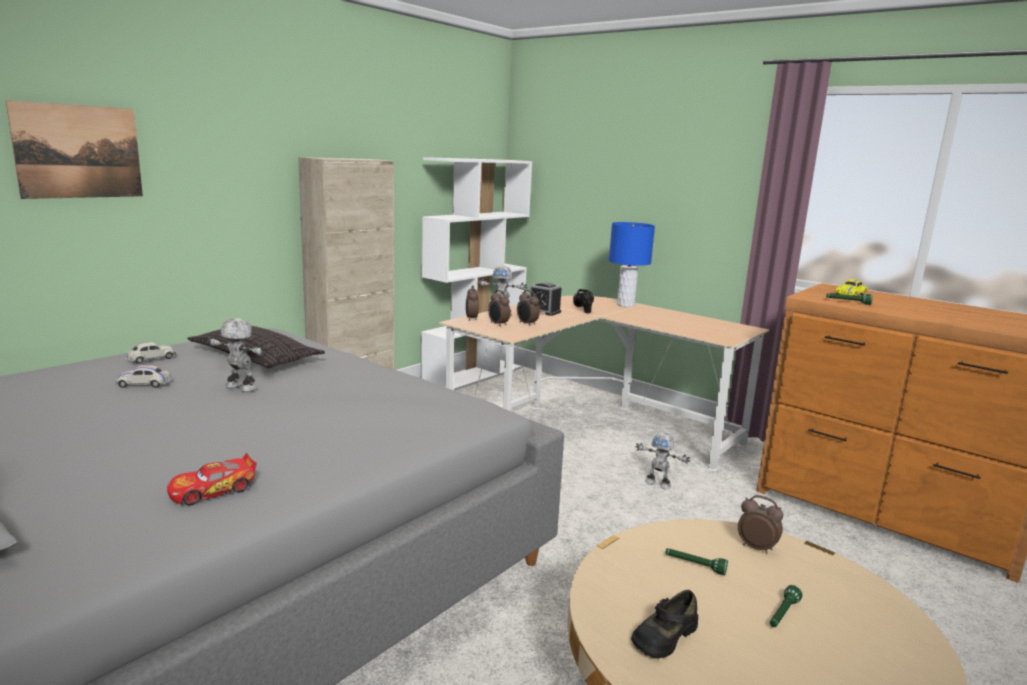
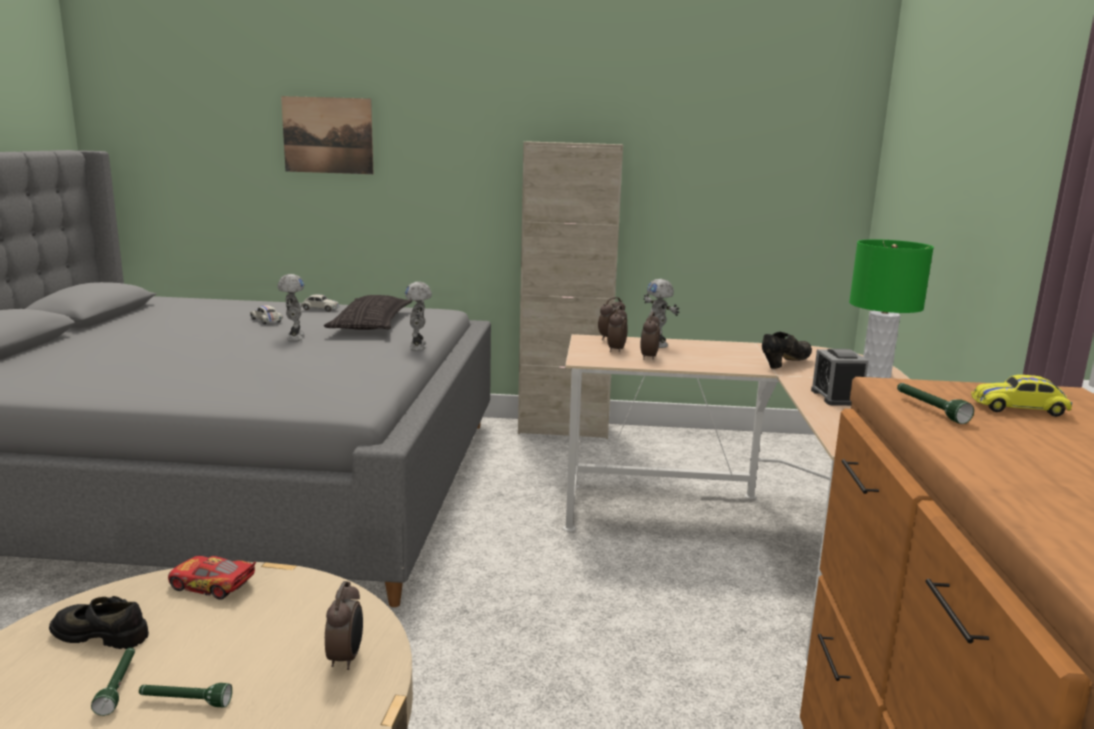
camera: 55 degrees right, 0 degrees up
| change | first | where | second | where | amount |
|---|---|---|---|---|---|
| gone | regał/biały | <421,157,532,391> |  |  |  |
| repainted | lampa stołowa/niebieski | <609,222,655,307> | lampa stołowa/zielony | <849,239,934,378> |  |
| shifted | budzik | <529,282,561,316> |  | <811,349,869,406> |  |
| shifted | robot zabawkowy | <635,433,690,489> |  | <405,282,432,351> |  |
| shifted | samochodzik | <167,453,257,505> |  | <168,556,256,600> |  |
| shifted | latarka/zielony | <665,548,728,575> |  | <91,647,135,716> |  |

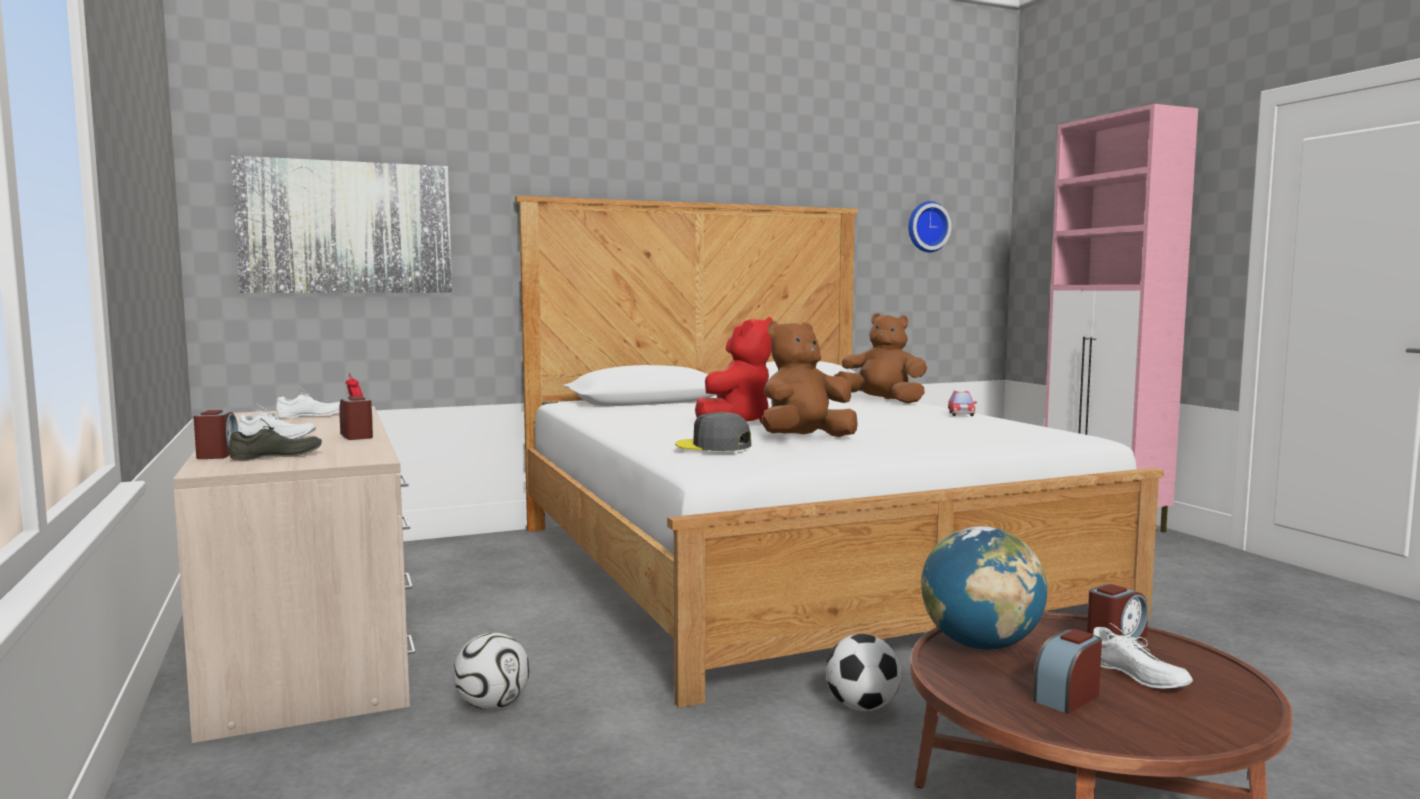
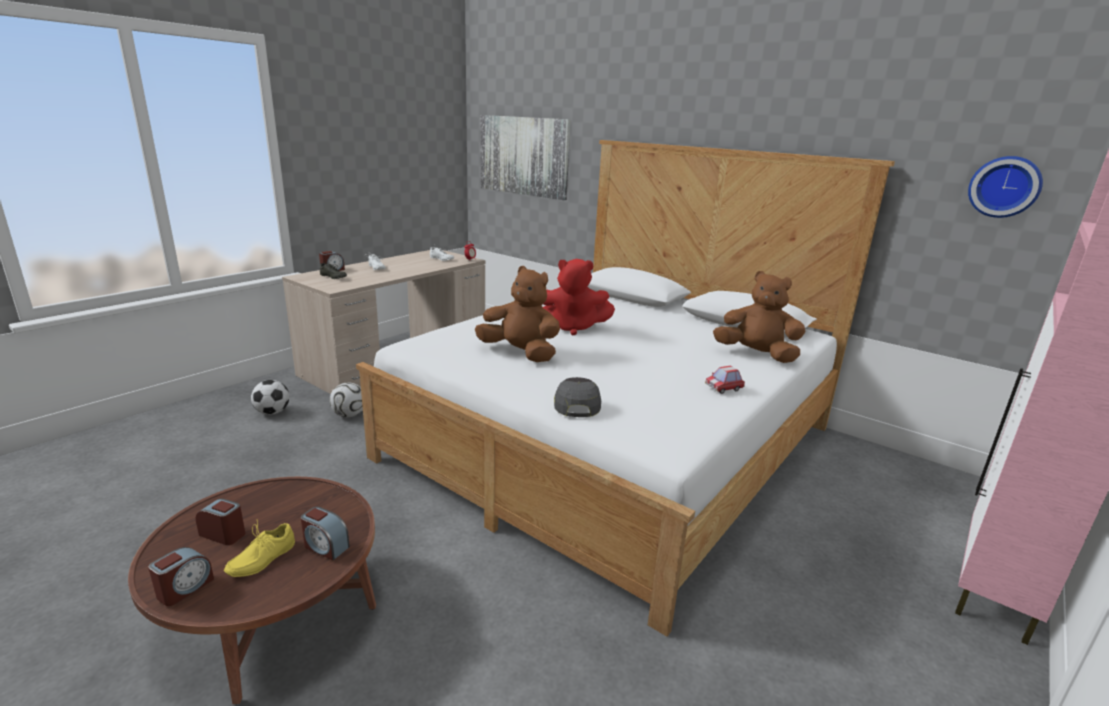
camera: 60 degrees right, 15 degrees up
| change | first | where | second | where | amount |
|---|---|---|---|---|---|
| rotated | pluszak/brązowy | <834,313,927,404> |  | <713,271,805,363> | 60 degrees counterclockwise |
| shifted | budzik | <339,396,373,440> |  | <148,547,214,606> |  |
| shifted | czapka z daszkiem/szary | <675,412,751,451> |  | <554,377,601,417> |  |
| gone | globus | <921,526,1047,650> |  |  |  |
| repainted | but/biały | <1093,623,1193,688> | but/żółty | <224,520,295,577> |  |
| shifted | piłka futbolowa | <826,634,901,711> |  | <251,380,290,415> |  |

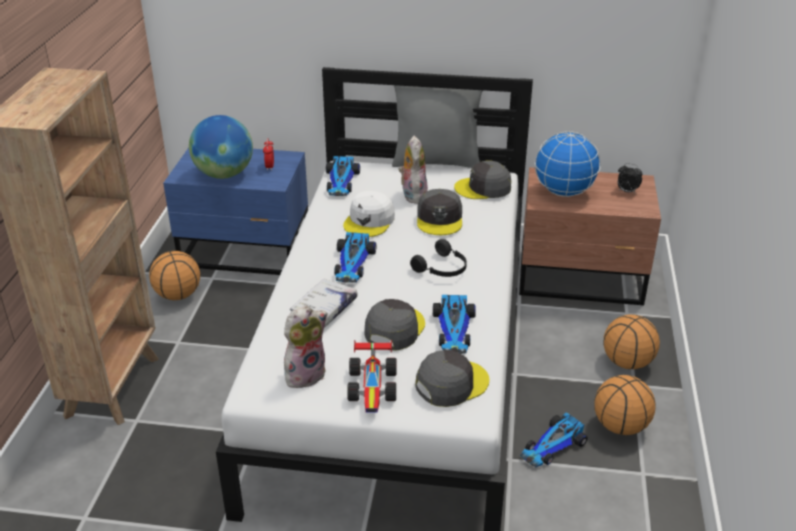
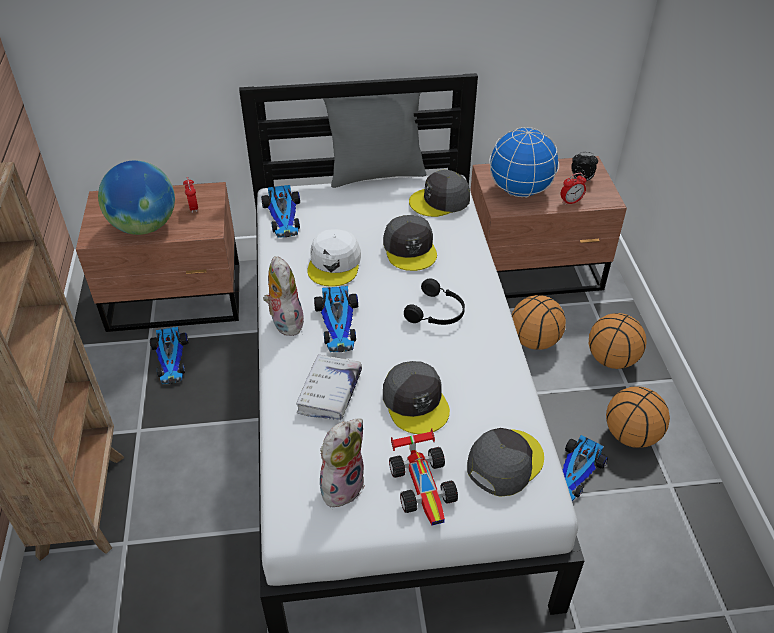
camera: 15 degrees left, 10 degrees up
| change | first | where | second | where | amount |
|---|---|---|---|---|---|
| shifted | pluszak | <398,135,428,204> |  | <263,256,304,336> |  |
| repainted | szafka nocna/niebieski | <163,148,308,275> | szafka nocna/brązowy | <76,182,239,332> |  |
| shifted | piłka do koszykówki | <149,251,200,300> |  | <512,295,566,350> |  |
| shifted | samochodzik | <433,295,476,354> |  | <150,327,189,384> |  |
| rotated | czapka z daszkiem/szary | <365,299,425,351> |  | <383,361,450,434> | 150 degrees clockwise |
| new |  |  | budzik | <561,173,587,205> |  |

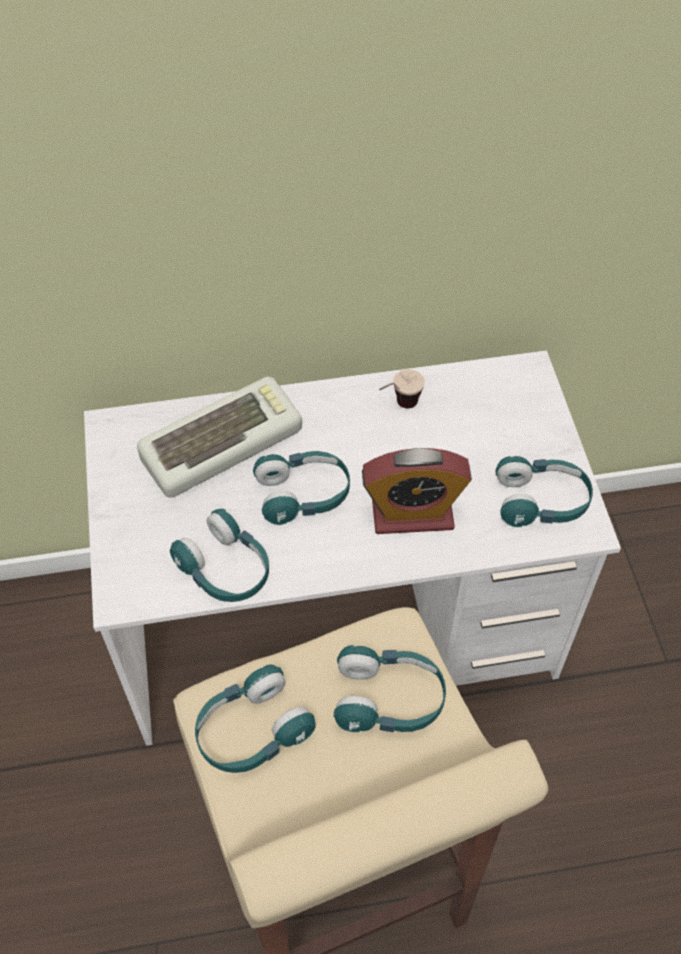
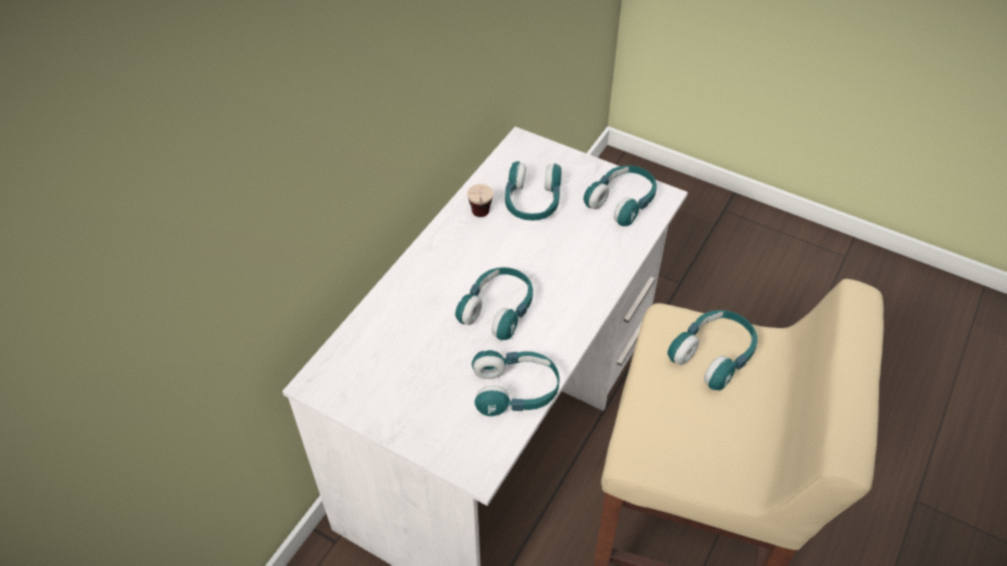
camera: 50 degrees left, 5 degrees down
| change | first | where | second | where | amount |
|---|---|---|---|---|---|
| gone | klawiatura | <137,376,302,497> |  |  |  |
| gone | budzik | <362,448,472,534> |  |  |  |
| shifted | słuchawki/turkusowy | <195,665,315,773> |  | <505,161,562,221> |  |

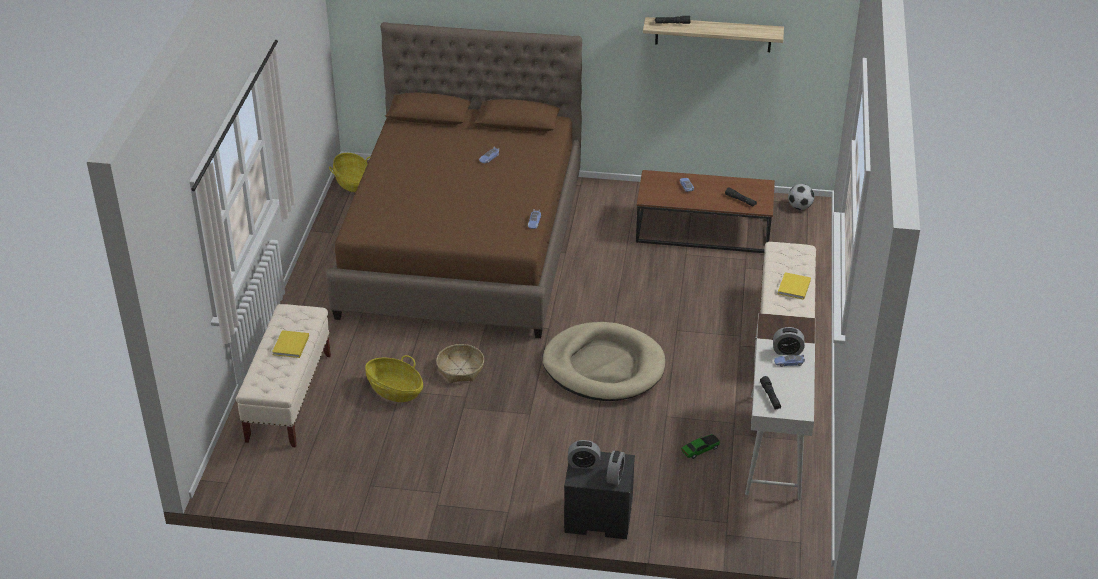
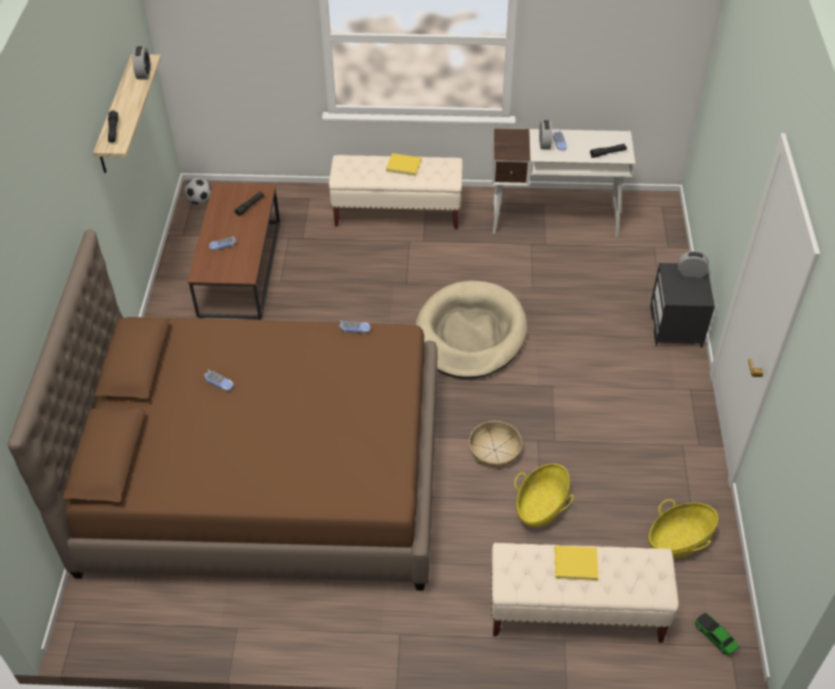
camera: 95 degrees left, 10 degrees up
| change | first | where | second | where | amount |
|---|---|---|---|---|---|
| shifted | koszyk | <329,153,370,192> |  | <648,499,718,558> |  |
| shifted | samochodzik | <681,434,720,459> |  | <695,613,740,656> |  |
| shifted | budzik | <568,440,601,469> |  | <133,46,151,79> |  |

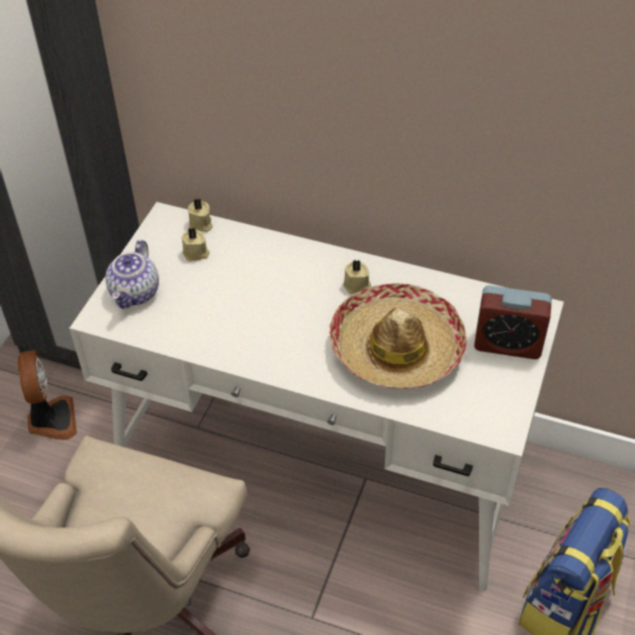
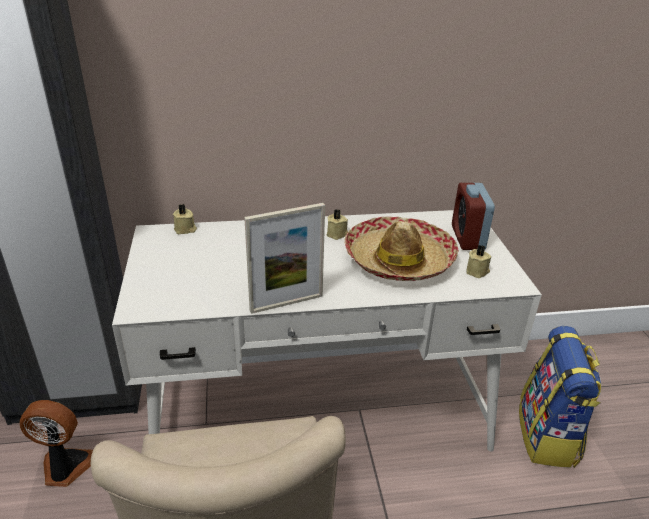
camera: 30 degrees left, 15 degrees down
| change | first | where | second | where | amount |
|---|---|---|---|---|---|
| shifted | świeca/beżowy | <181,227,209,261> |  | <466,245,491,278> |  |
| gone | imbryk | <105,240,159,309> |  |  |  |
| rotated | budzik | <474,285,552,359> |  | <452,183,495,250> | 105 degrees clockwise |
| rotated | wentylator | <18,350,77,440> |  | <20,400,93,487> | 45 degrees counterclockwise |
| new |  |  | ramka na zdjęcie | <244,203,325,314> |  |

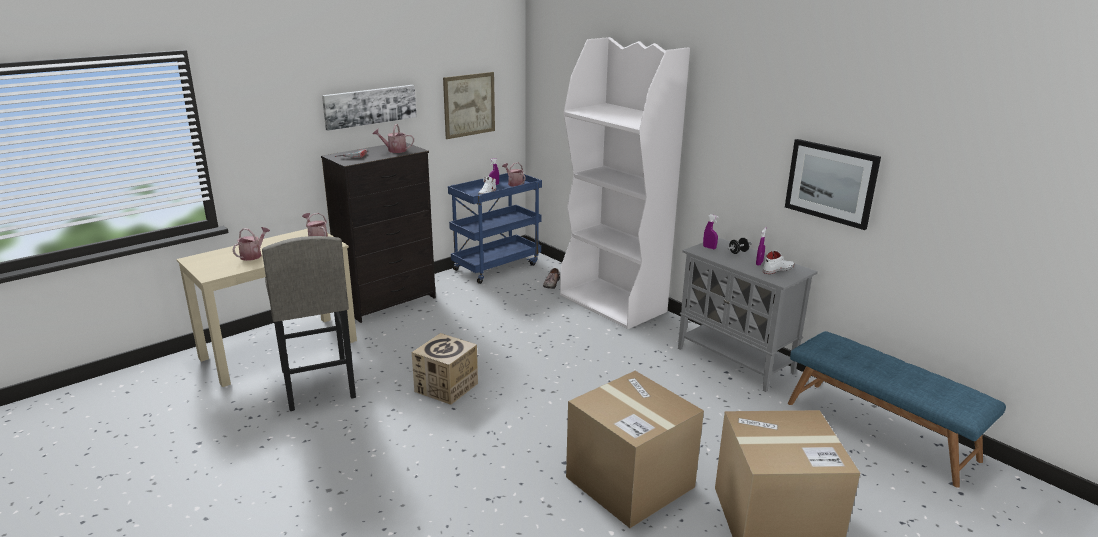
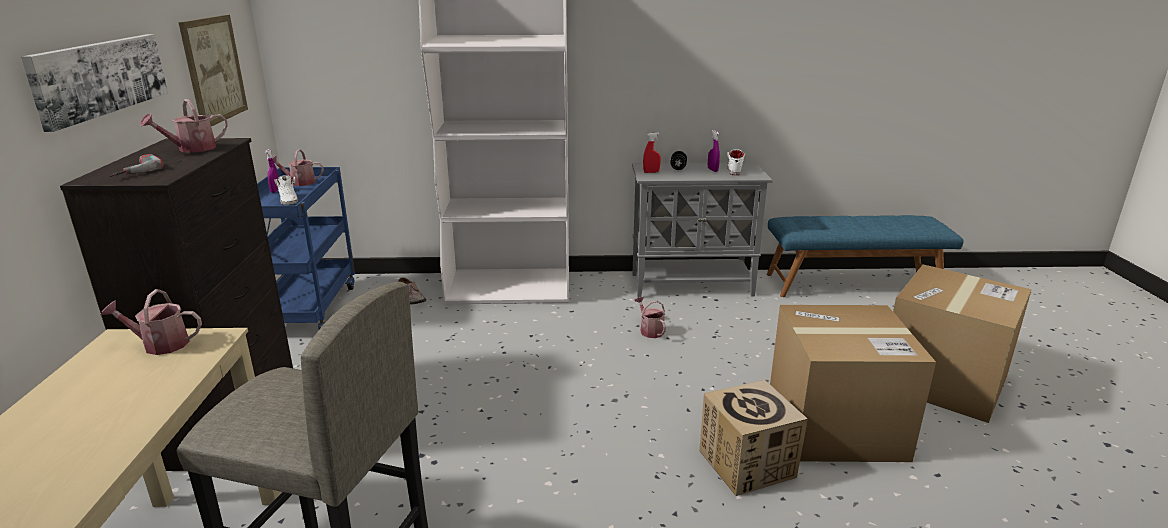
camera: 50 degrees left, 0 degrees up
| change | first | where | second | where | amount |
|---|---|---|---|---|---|
| gone | obraz | <785,139,881,230> |  |  |  |
| repainted | spryskiwacz/fioletowy | <703,214,718,249> | spryskiwacz/czerwony | <643,133,661,173> |  |
| shifted | konewka | <232,227,270,261> |  | <635,297,666,338> |  |
| shifted | karton | <412,333,478,405> |  | <699,380,808,496> |  |

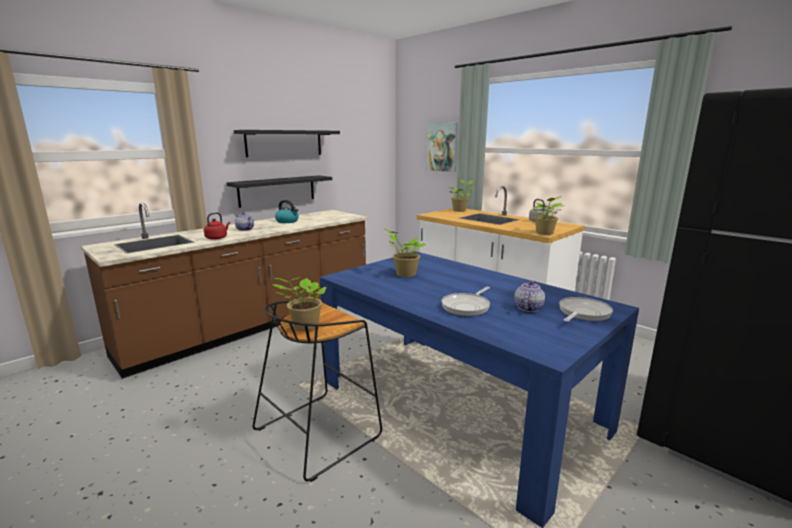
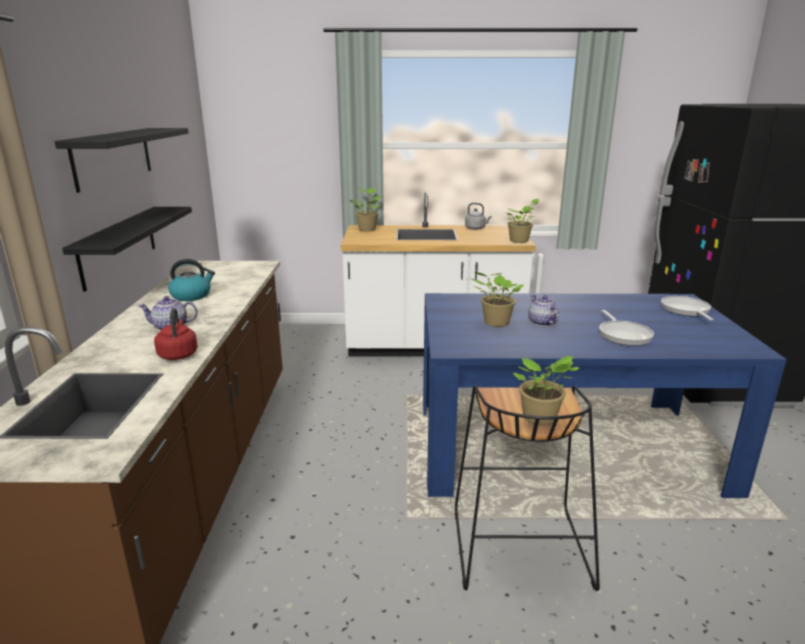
camera: 45 degrees left, 5 degrees up
| change | first | where | second | where | amount |
|---|---|---|---|---|---|
| gone | obraz | <426,123,458,172> |  |  |  |
| shifted | imbryk | <514,281,545,312> |  | <528,295,559,326> |  |

